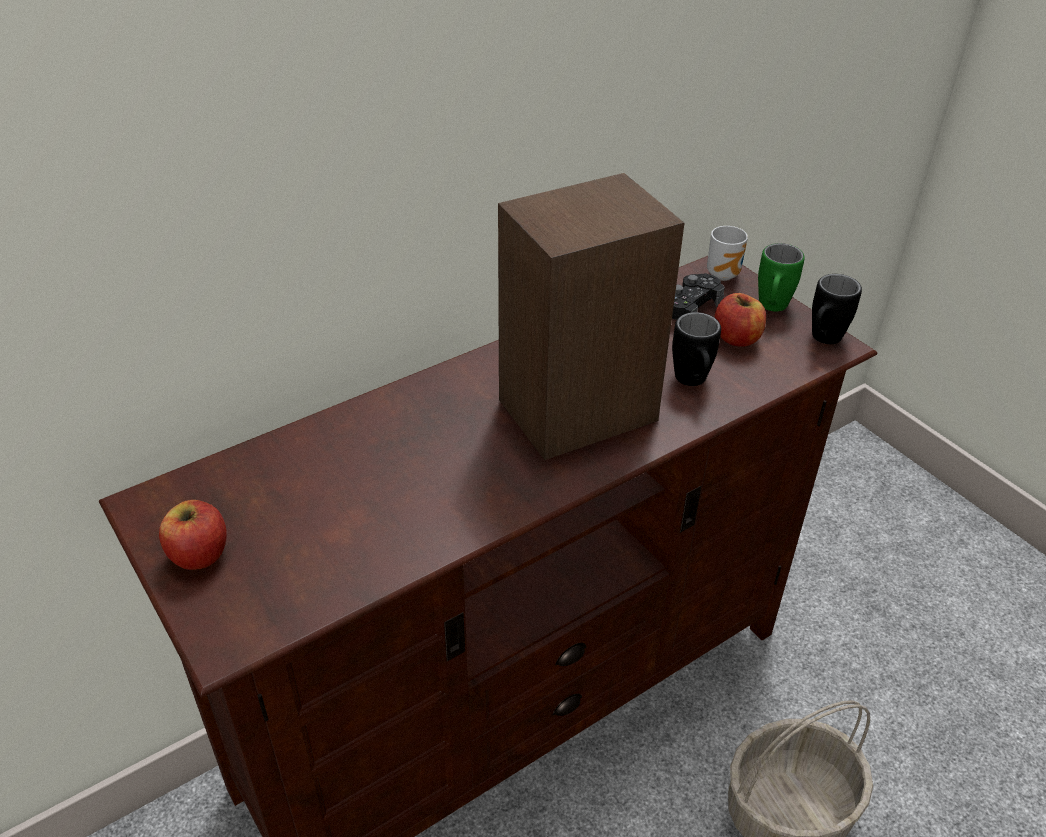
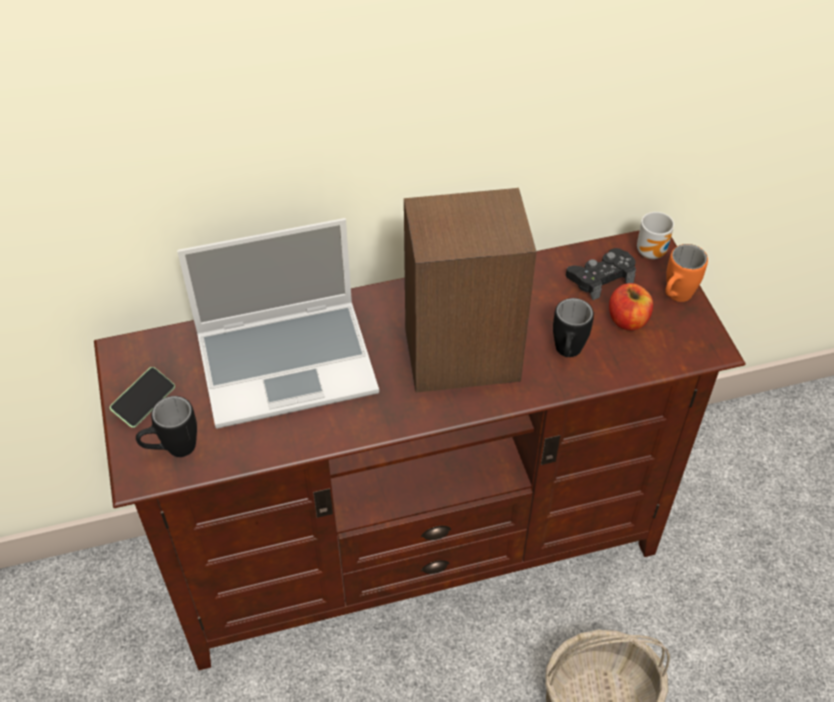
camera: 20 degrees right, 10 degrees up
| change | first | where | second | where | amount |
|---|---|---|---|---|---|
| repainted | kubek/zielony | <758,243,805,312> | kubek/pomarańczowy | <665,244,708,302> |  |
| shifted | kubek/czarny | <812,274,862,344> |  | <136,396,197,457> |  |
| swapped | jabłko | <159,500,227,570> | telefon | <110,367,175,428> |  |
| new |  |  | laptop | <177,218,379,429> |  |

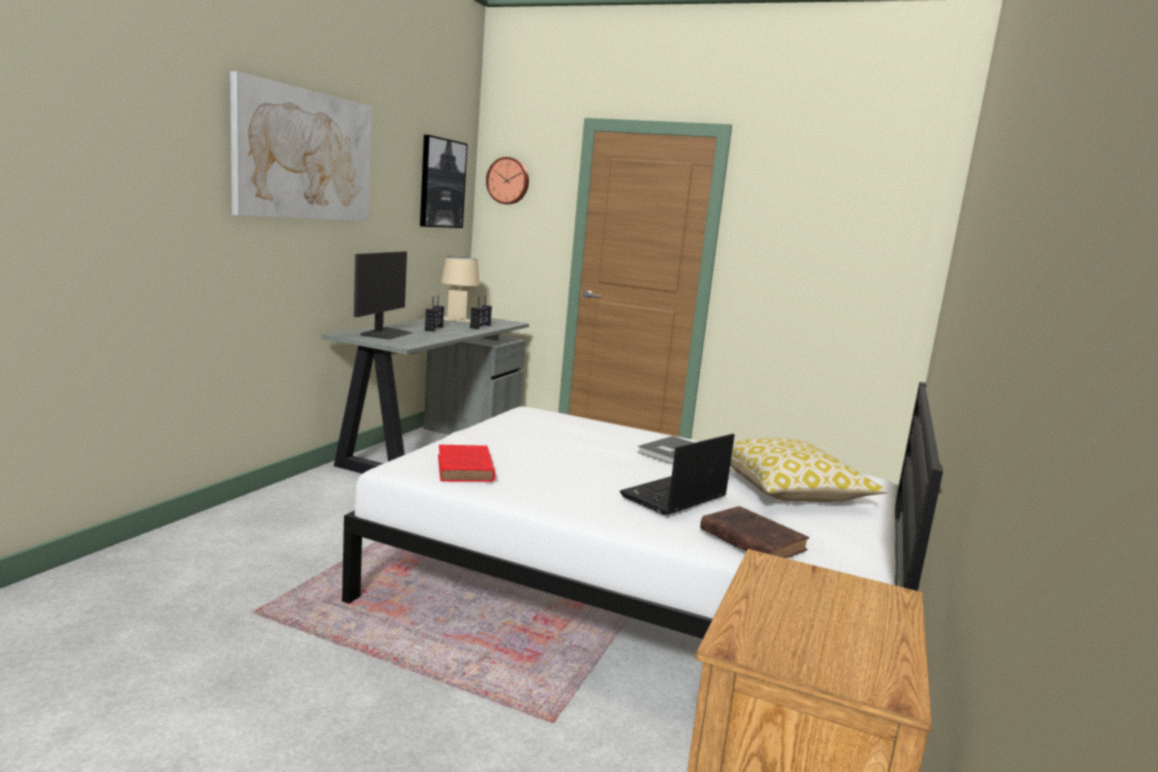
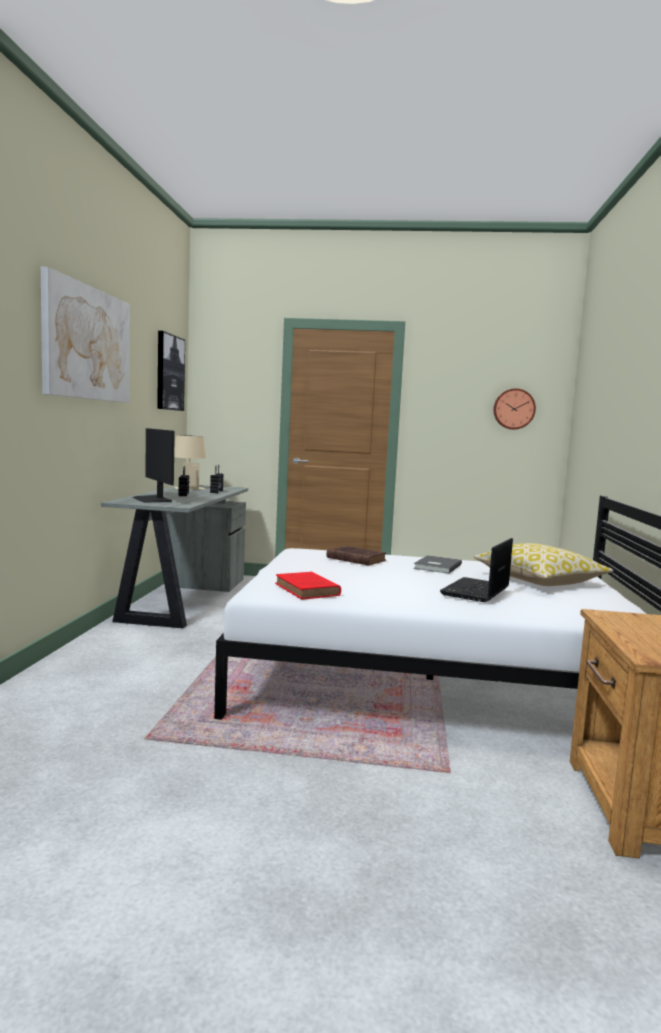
camera: 15 degrees left, 5 degrees down
| change | first | where | second | where | amount |
|---|---|---|---|---|---|
| shifted | zegar ścienny | <486,157,529,205> |  | <493,388,536,430> |  |
| rotated | monitor | <354,251,413,340> |  | <132,428,175,503> | 150 degrees clockwise |
| shifted | książka/brązowy | <700,506,809,558> |  | <326,546,386,566> |  |

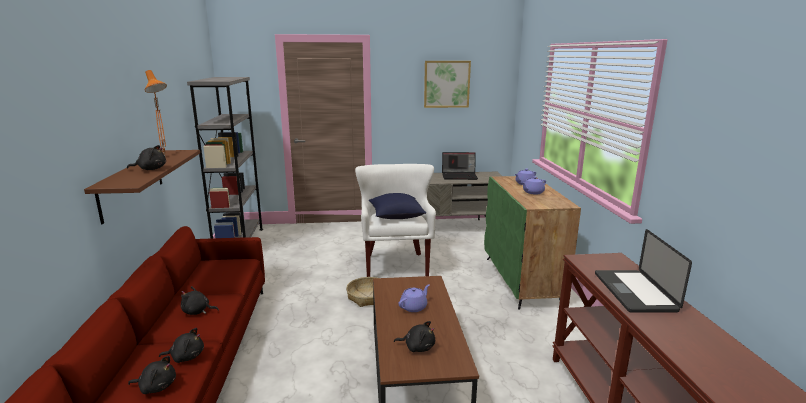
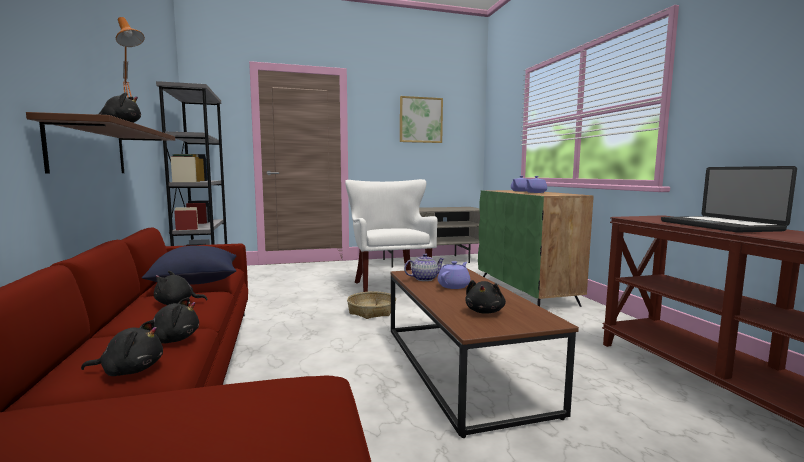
camera: 10 degrees left, 10 degrees down
| change | first | where | second | where | amount |
|---|---|---|---|---|---|
| gone | laptop | <442,152,478,180> |  |  |  |
| shifted | poduszka/niebieski | <369,193,426,219> |  | <142,246,237,285> |  |
| rotated | pluszak/czarny | <394,321,435,352> |  | <465,280,506,313> | 105 degrees clockwise |
| new |  |  | imbryk | <404,253,445,281> |  |

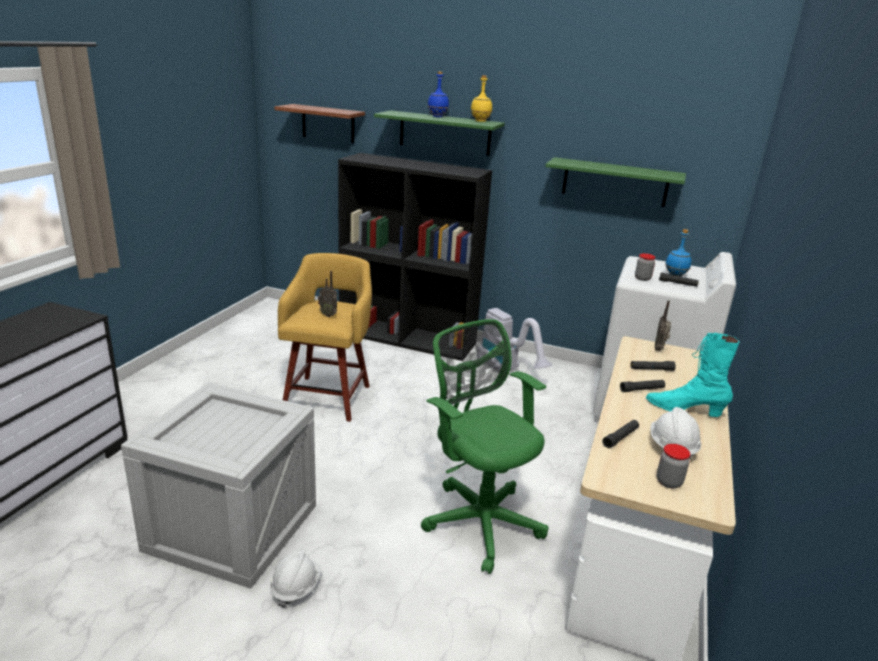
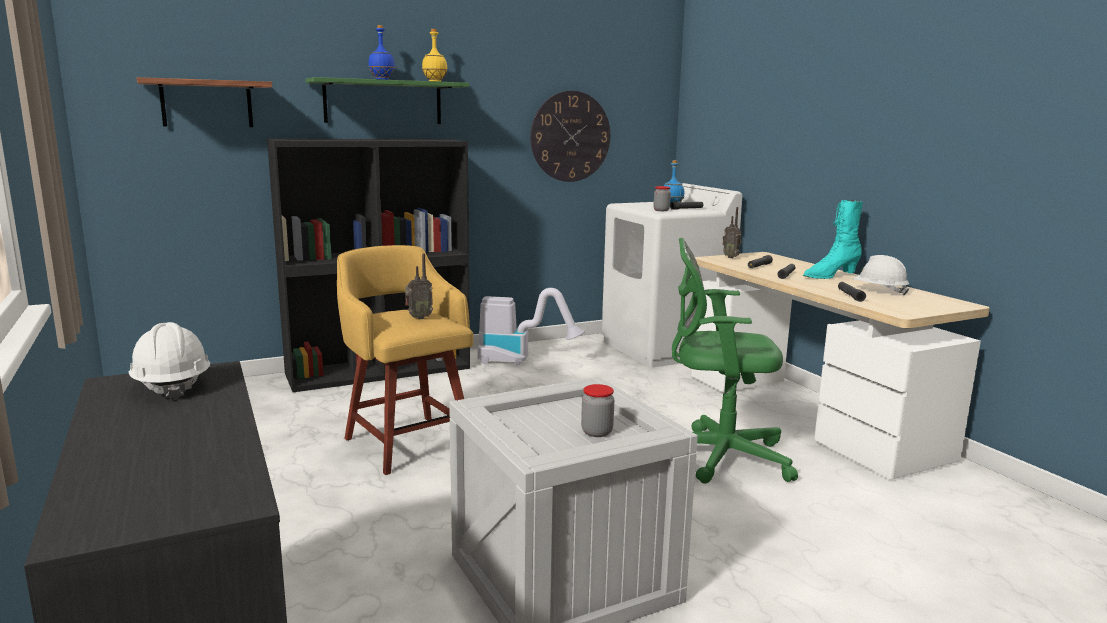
camera: 45 degrees left, 10 degrees down
| change | first | where | second | where | amount |
|---|---|---|---|---|---|
| swapped | półka/zielony | <545,157,686,207> | zegar ścienny | <530,91,610,182> |  |
| shifted | słoik | <657,444,690,489> |  | <581,384,614,437> |  |
| shifted | kask/biały | <270,550,322,608> |  | <129,322,210,400> |  |

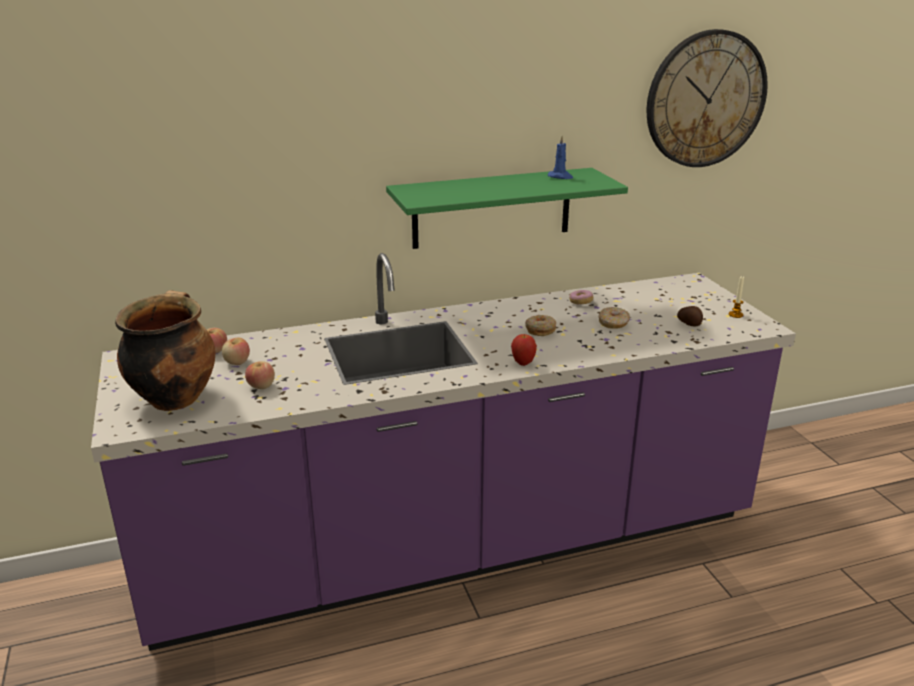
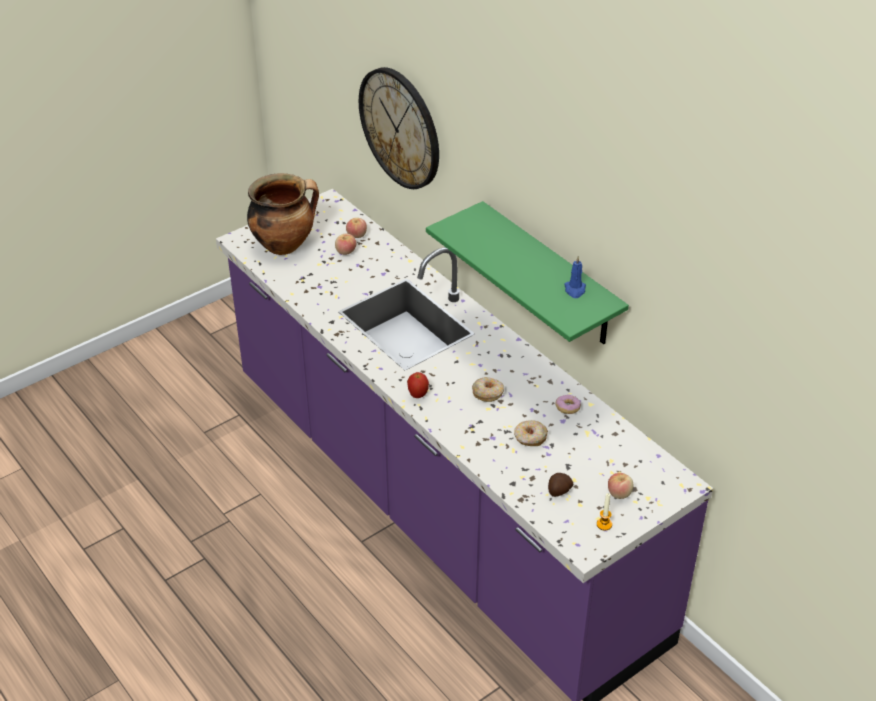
camera: 70 degrees right, 15 degrees up
| change | first | where | second | where | amount |
|---|---|---|---|---|---|
| shifted | zegar ścienny | <647,29,768,167> |  | <359,67,439,189> |  |
| shifted | jabłko | <245,361,275,389> |  | <608,473,633,499> |  |

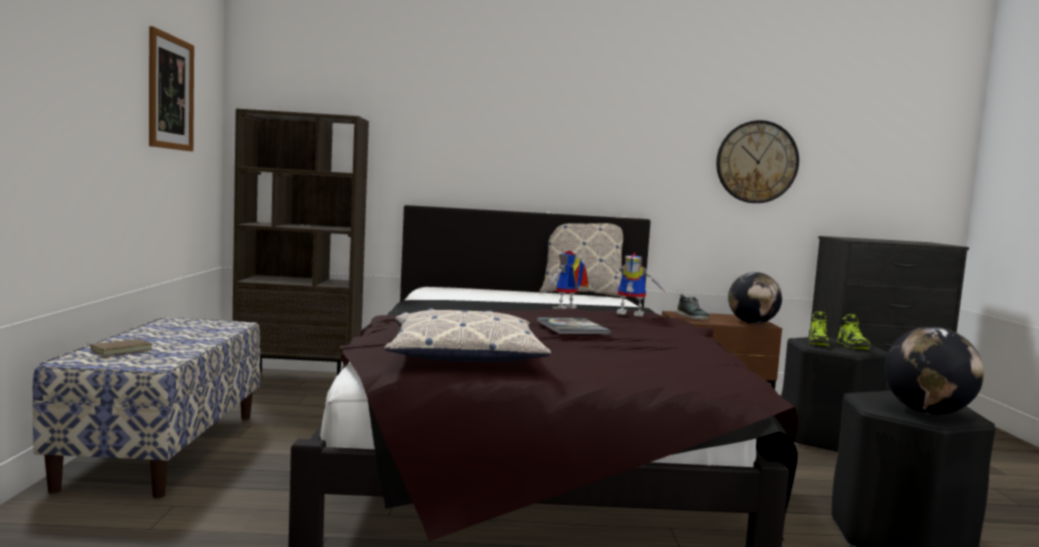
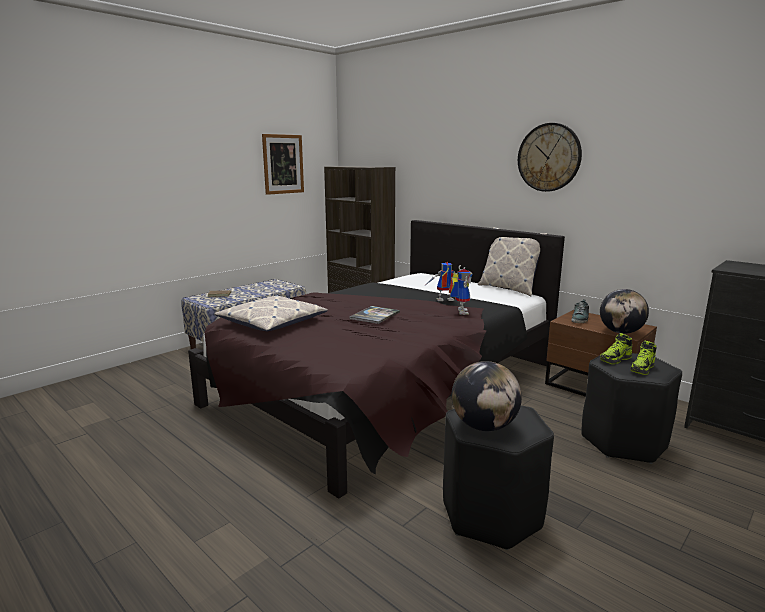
camera: 45 degrees right, 10 degrees up
| change | first | where | second | where | amount |
|---|---|---|---|---|---|
| shifted | zegar ścienny | <716,120,799,203> |  | <518,123,582,192> |  |
| rotated | robot zabawkowy | <605,252,666,317> |  | <449,269,473,315> | 150 degrees counterclockwise |

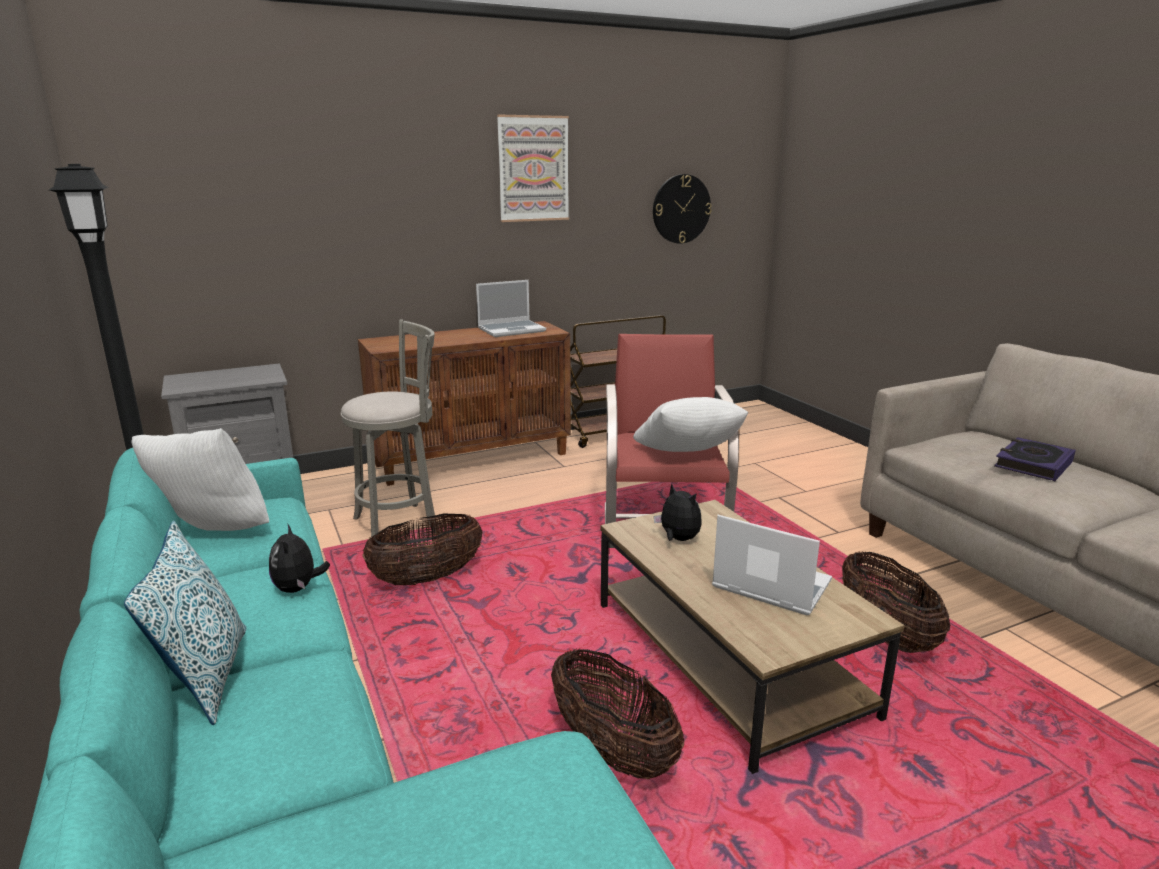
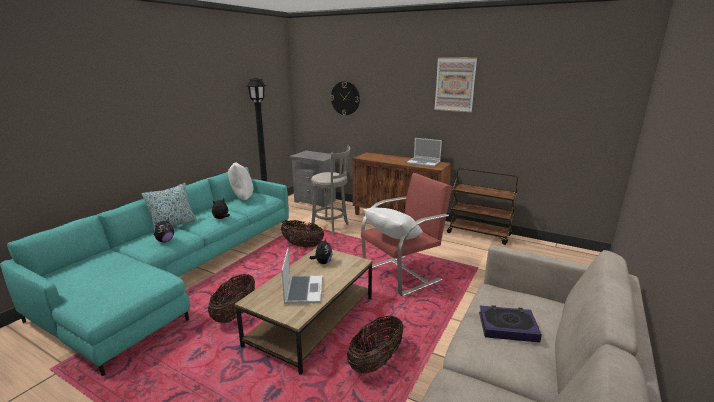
camera: 55 degrees right, 0 degrees up
| change | first | where | second | where | amount |
|---|---|---|---|---|---|
| shifted | zegar ścienny | <653,174,712,244> |  | <330,81,360,115> |  |
| new |  |  | pluszak | <154,218,174,242> |  |

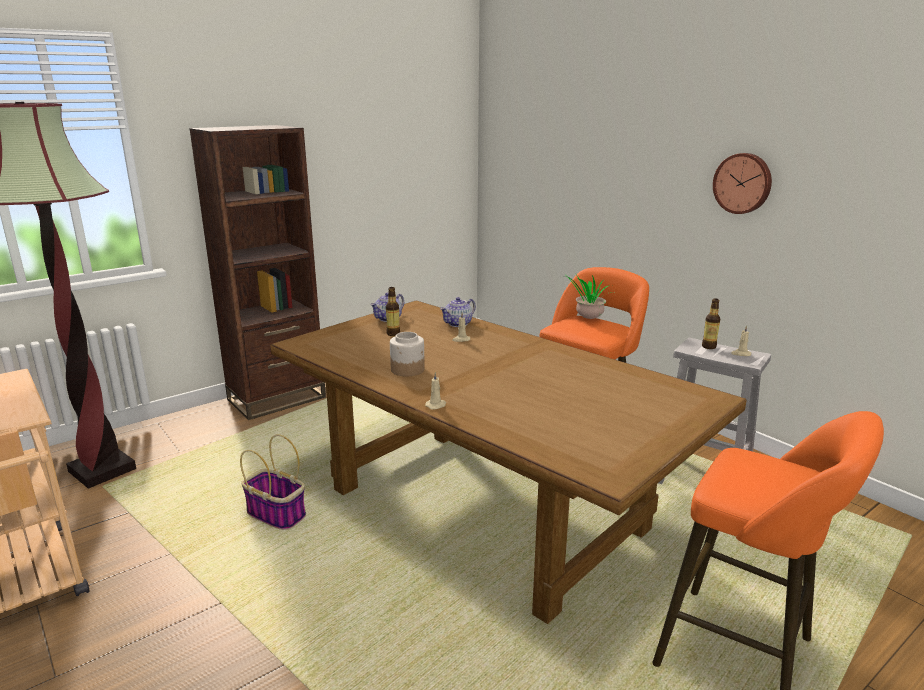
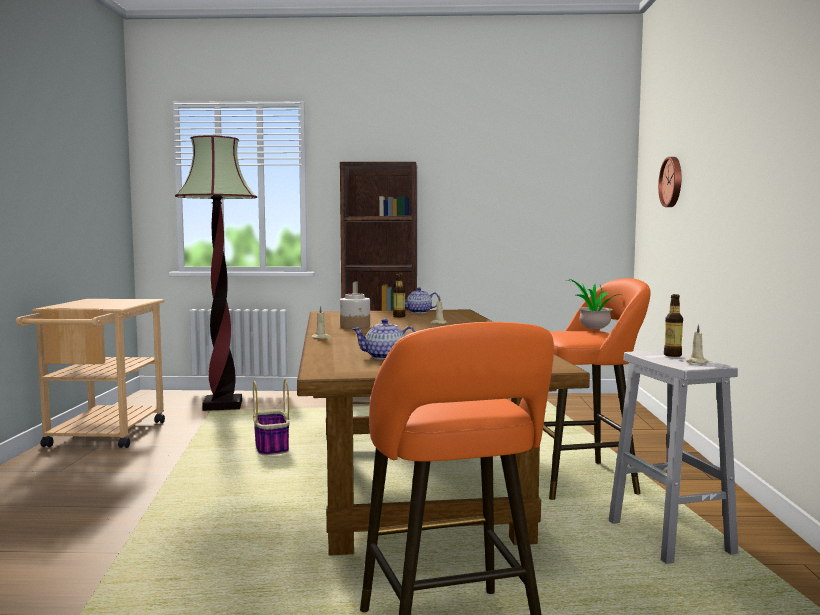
camera: 40 degrees right, 15 degrees down
| change | first | where | second | where | amount |
|---|---|---|---|---|---|
| shifted | zegar ścienny | <713,153,772,214> |  | <658,157,681,207> |  |
| shifted | imbryk | <440,297,476,327> |  | <352,319,416,360> |  |

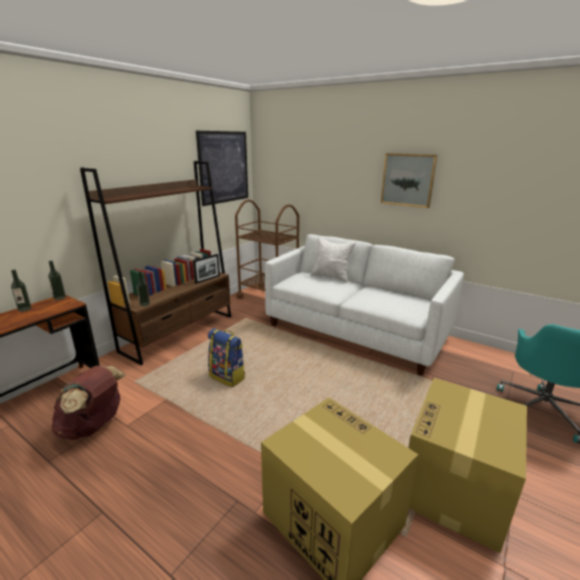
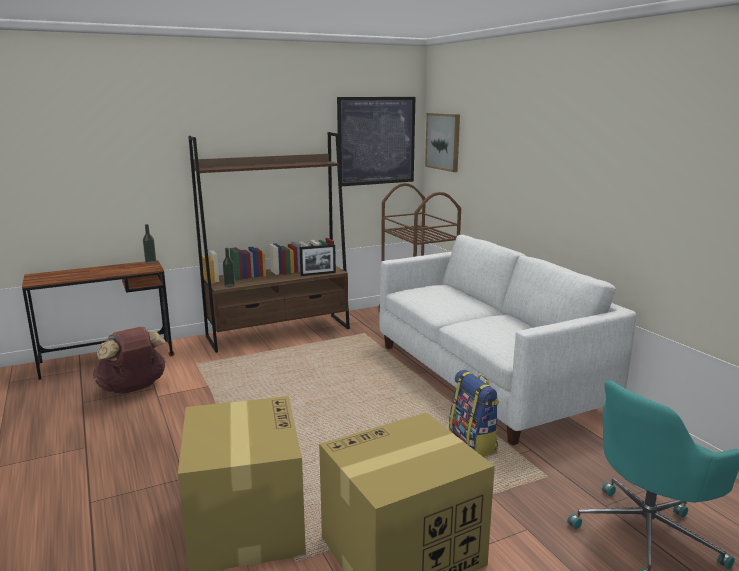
camera: 30 degrees right, 5 degrees down
| change | first | where | second | where | amount |
|---|---|---|---|---|---|
| shifted | obraz | <381,153,437,208> |  | <425,113,460,172> |  |
| gone | poduszka/biały | <311,237,356,283> |  |  |  |
| gone | butelka | <11,270,32,312> |  |  |  |
| shifted | plecak | <208,328,245,387> |  | <449,370,499,457> |  |

